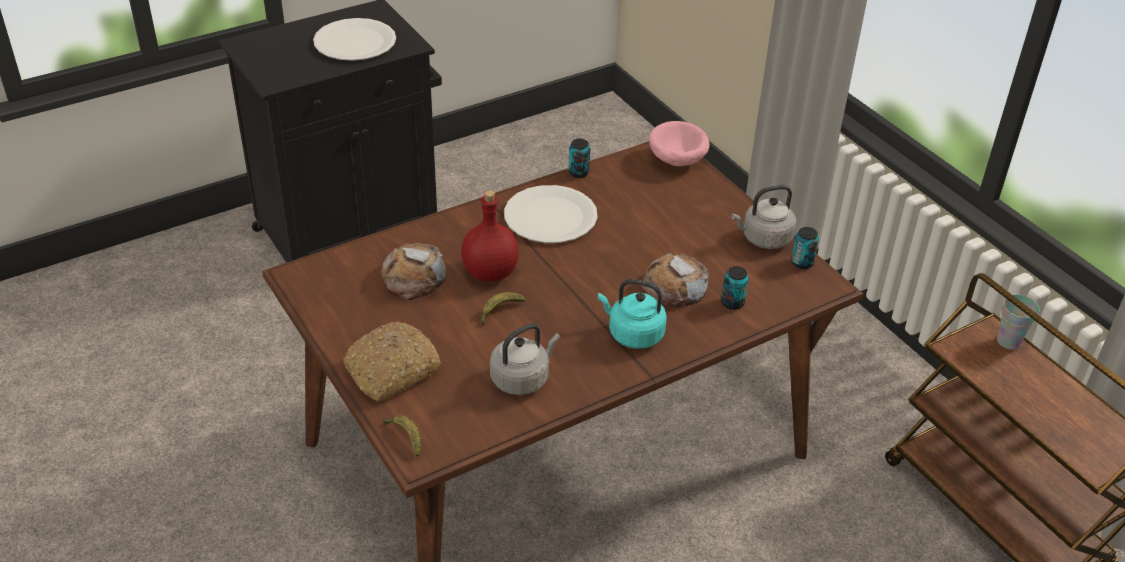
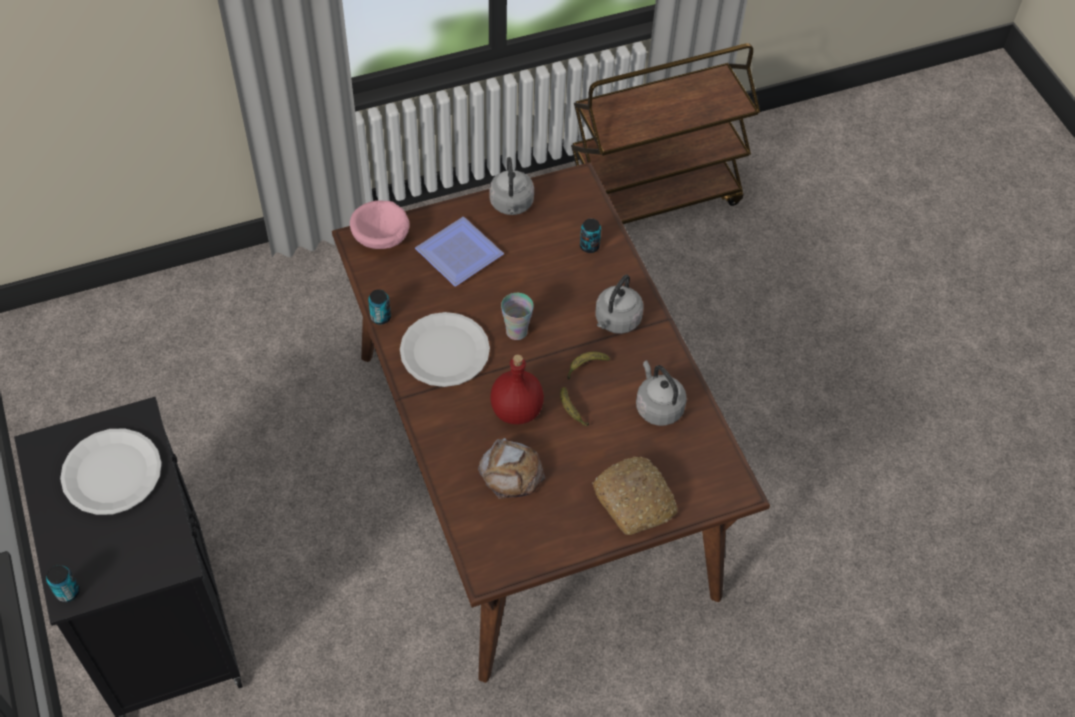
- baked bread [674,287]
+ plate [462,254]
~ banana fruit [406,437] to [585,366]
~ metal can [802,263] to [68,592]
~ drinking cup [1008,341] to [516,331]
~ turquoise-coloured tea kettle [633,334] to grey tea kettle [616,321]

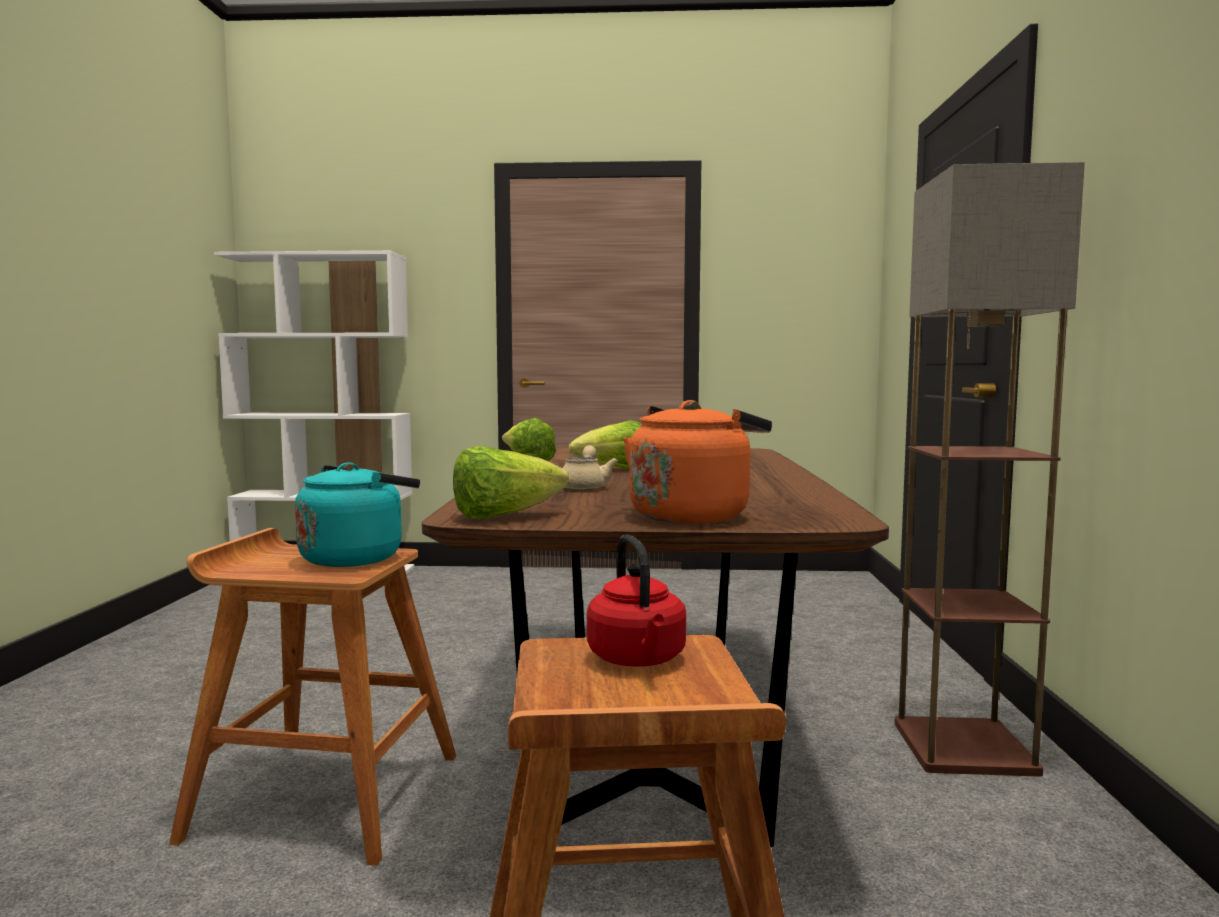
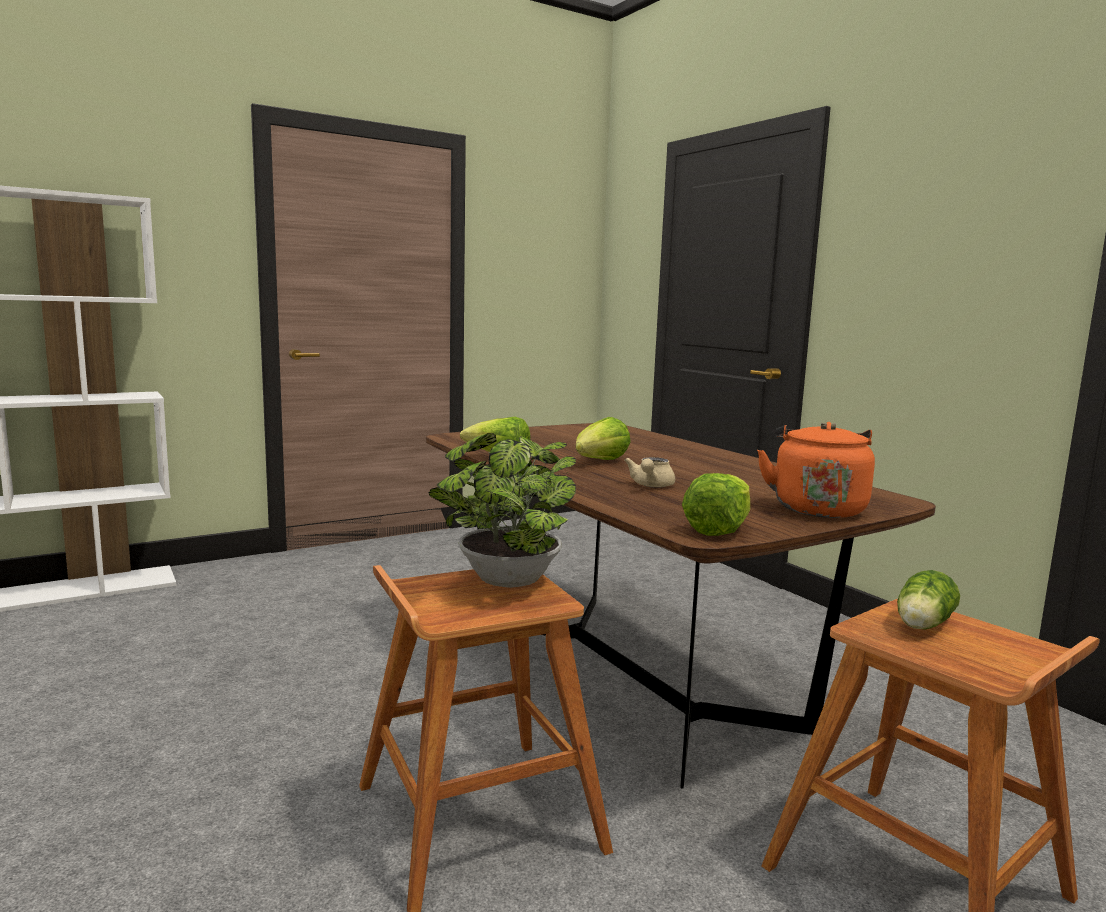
- floor lamp [962,748]
~ turquoise-coloured tea kettle [356,558] to plant in a pot [505,583]
~ red-coloured tea kettle [638,660] to head of lettuce [921,626]
~ sand-coloured teapot [585,486] = [650,486] 135 degrees counterclockwise

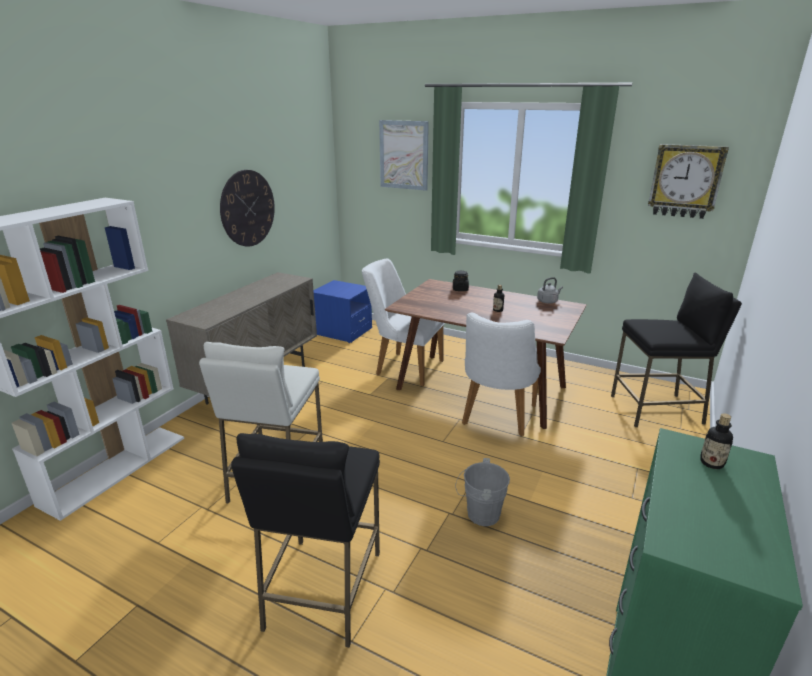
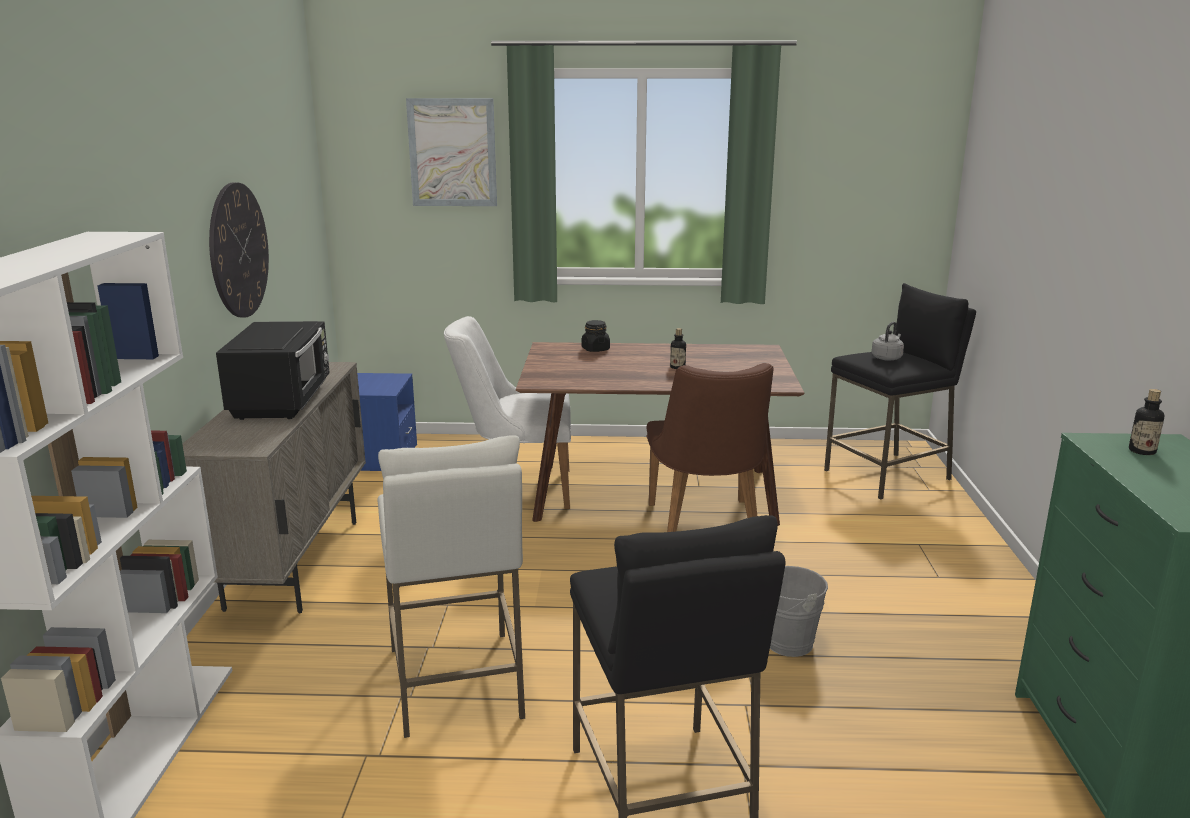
- wall clock [685,181]
+ black microwave oven [283,401]
~ grey tea kettle [548,301] to [887,358]
~ white upright chair [496,418] to brown-coloured upright chair [706,526]

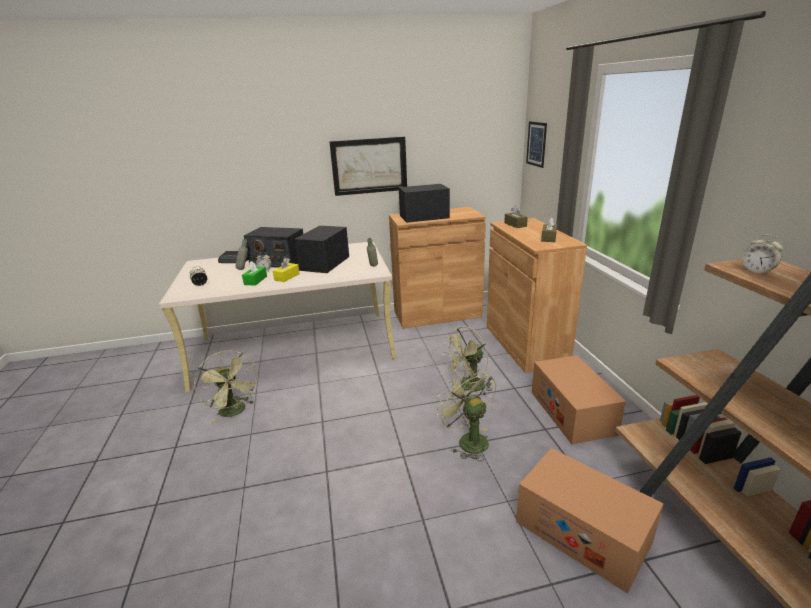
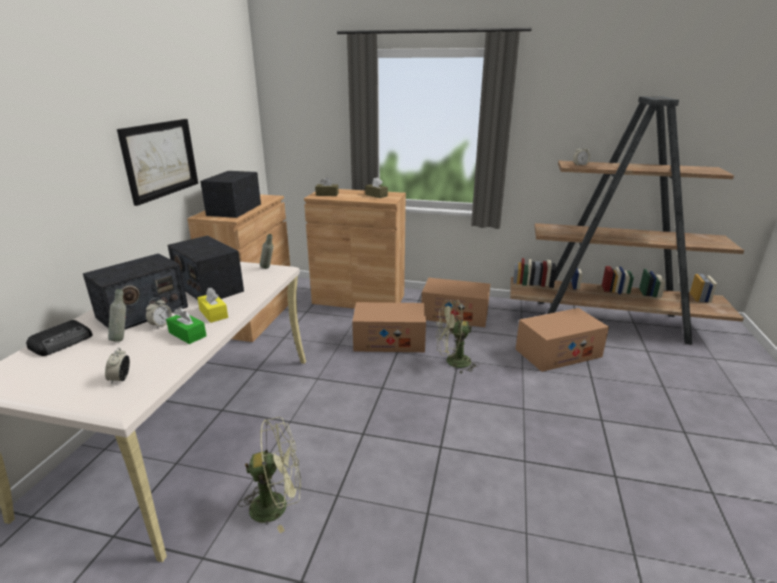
- wall art [536,144]
~ green cooling fan [468,387] to carton [389,340]

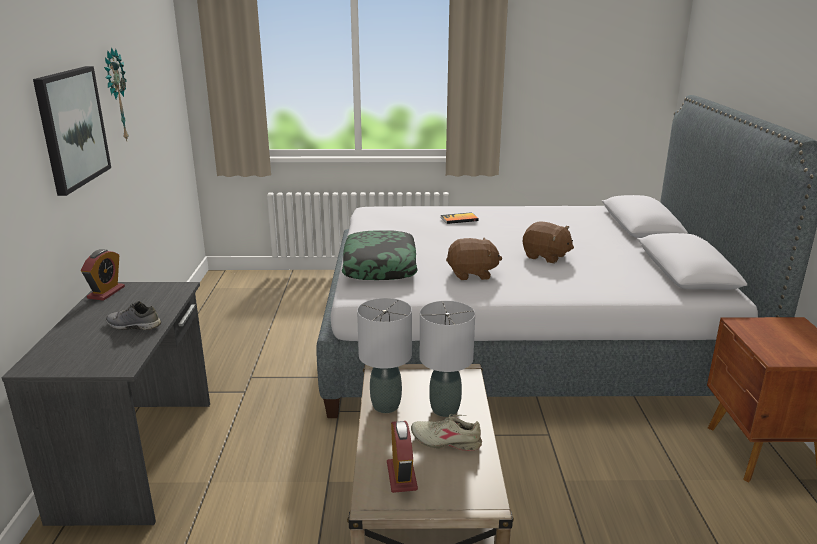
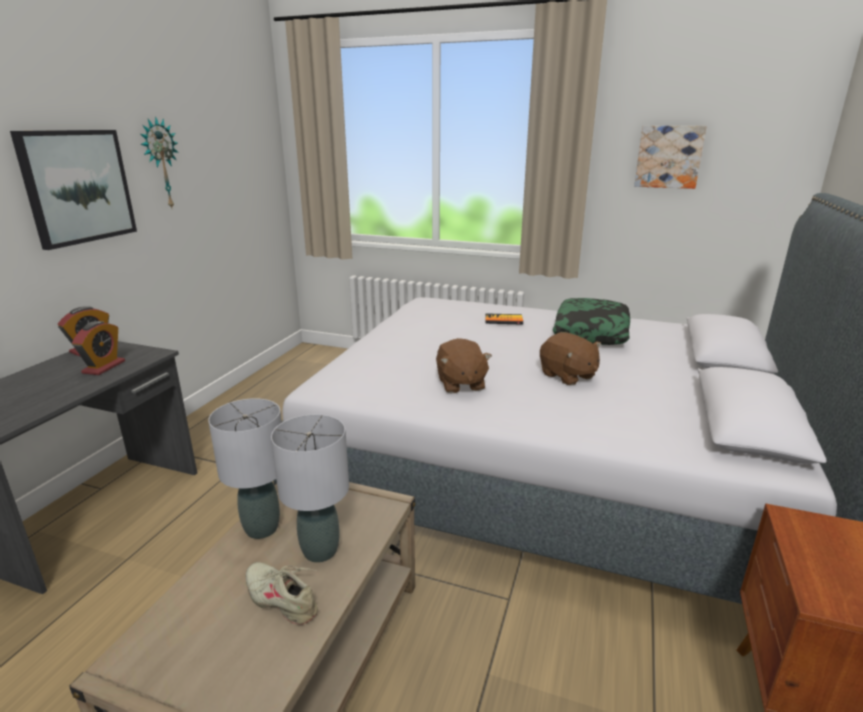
- grey low shoe [133,326]
+ wall art [668,157]
~ throw pillow [380,266] to [591,331]
~ alarm clock [401,476] to [104,367]
~ brown-coloured plush toy [472,274] = [460,384] 60 degrees clockwise

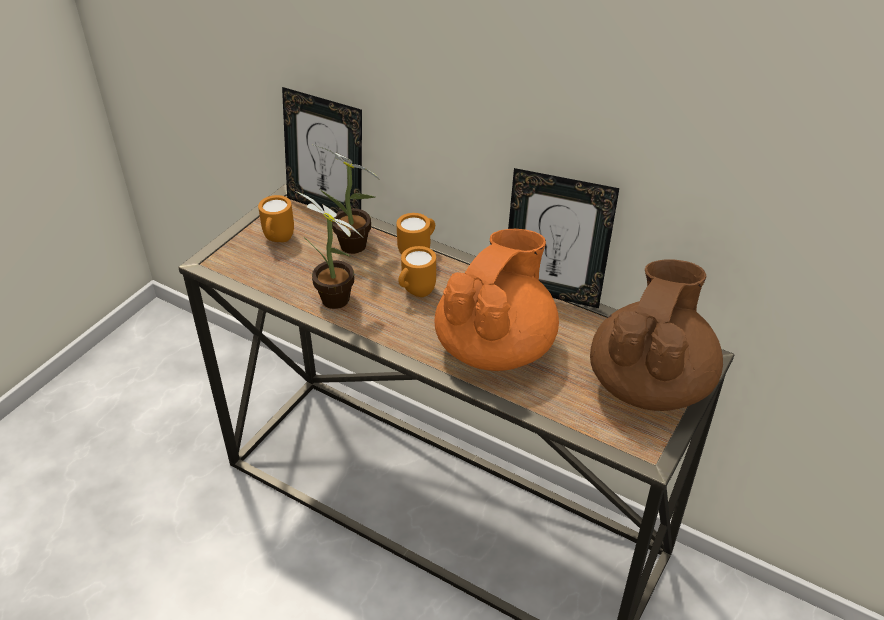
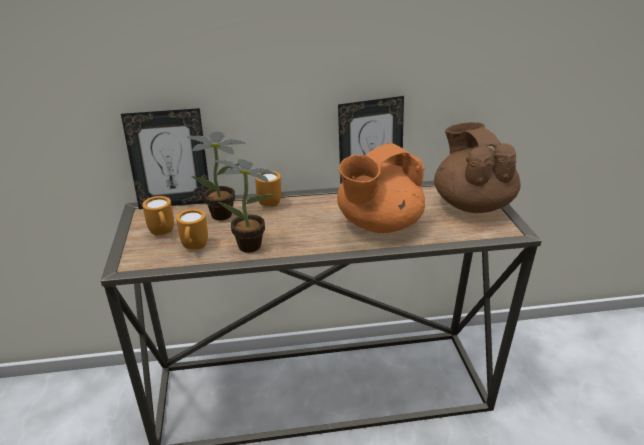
~ orangey tea mug [415,293] to [194,248]
~ orangey teapot [496,347] = [377,224] 120 degrees counterclockwise

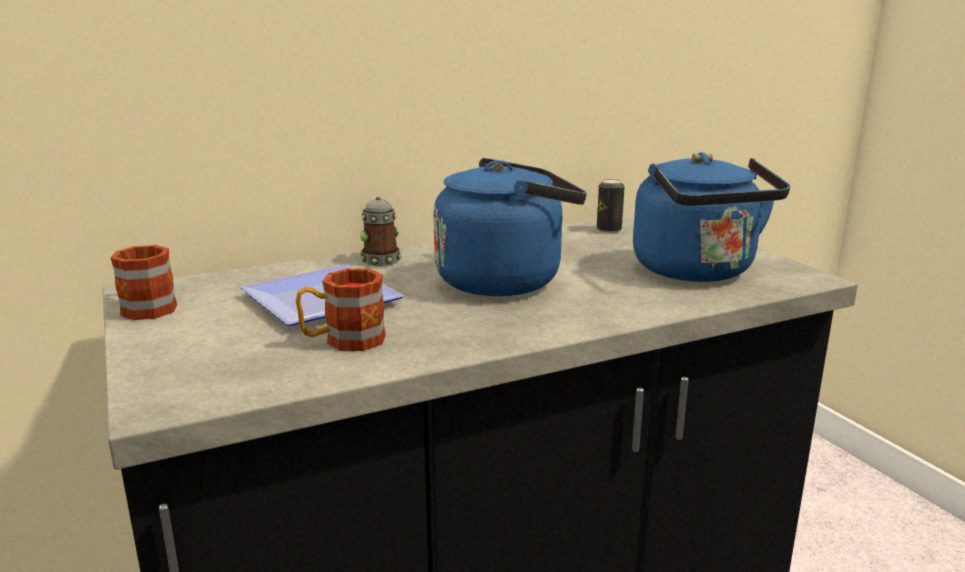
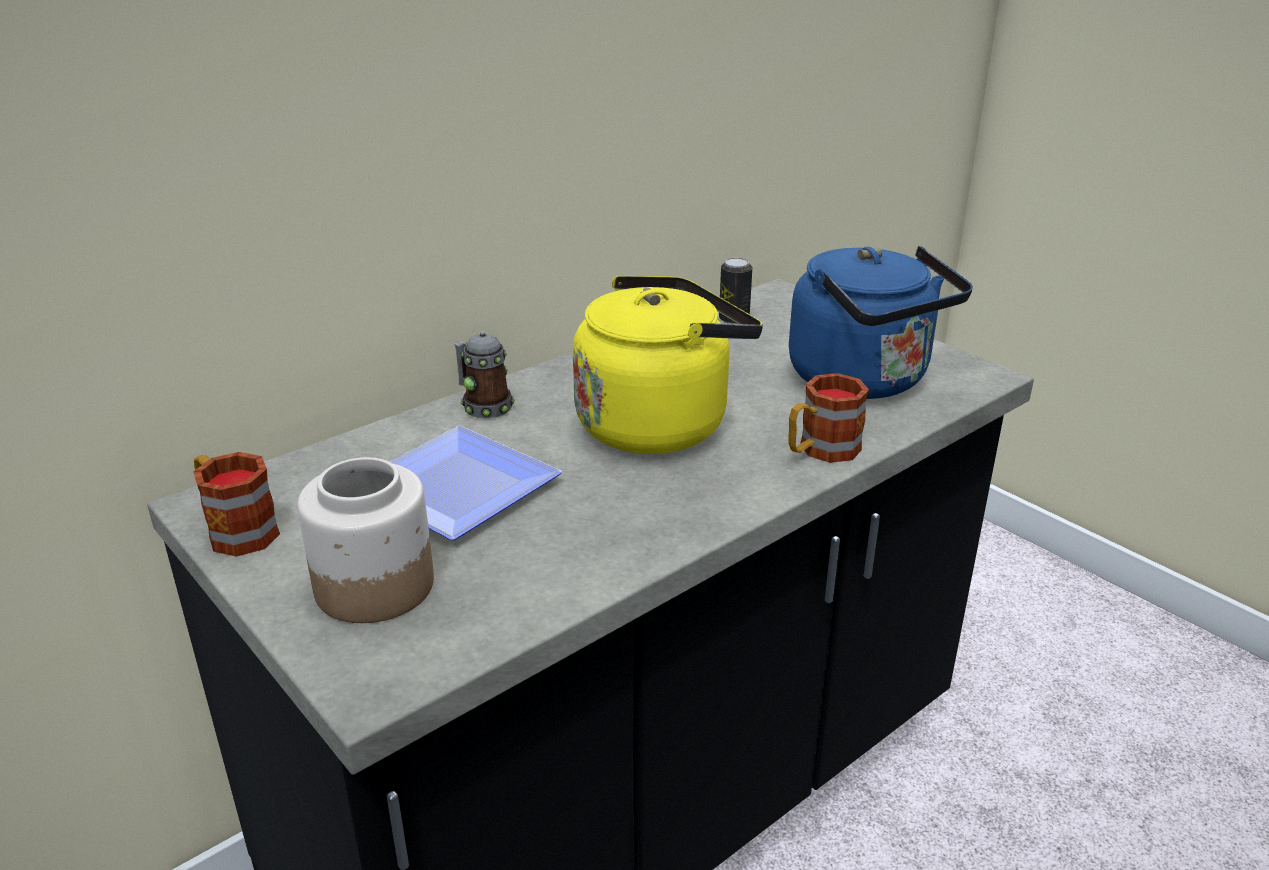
+ preserve jar [373,587]
~ tea mug [343,341] to [820,451]
~ blue tea kettle [506,280] to yellowish tea kettle [658,423]

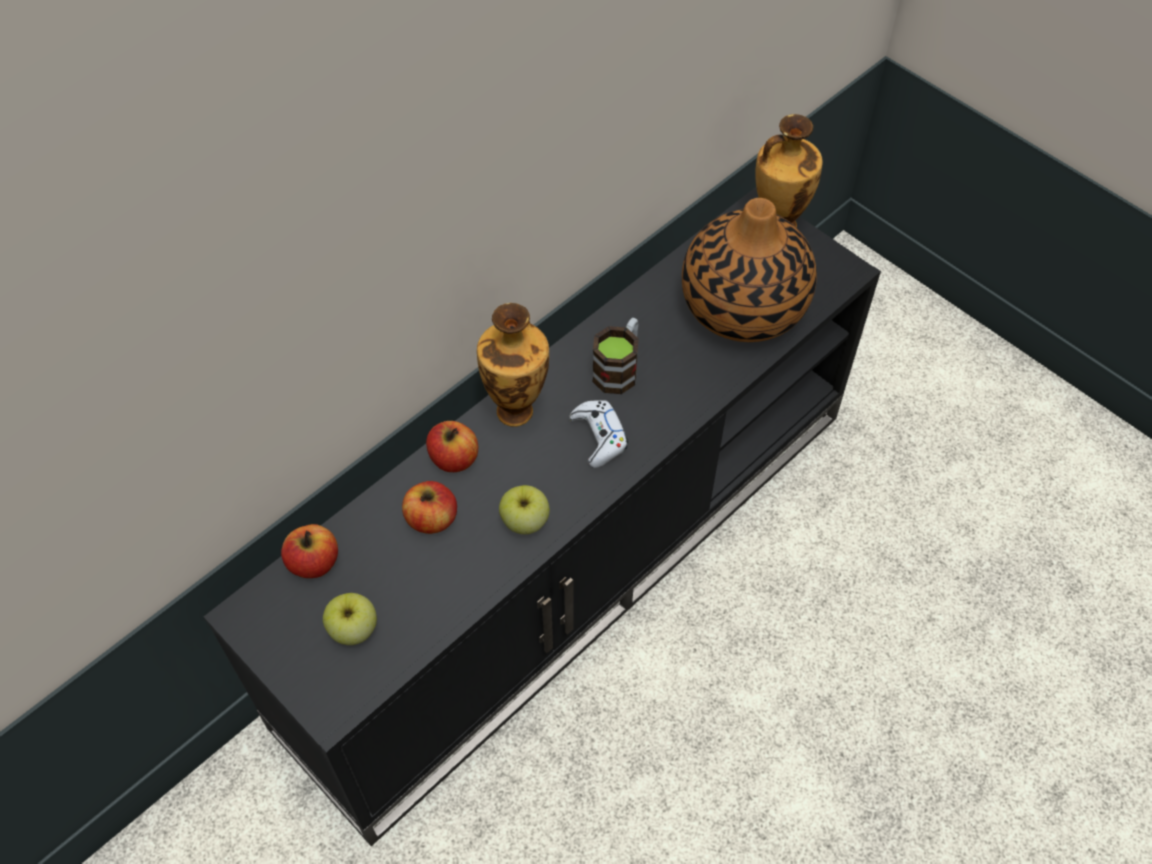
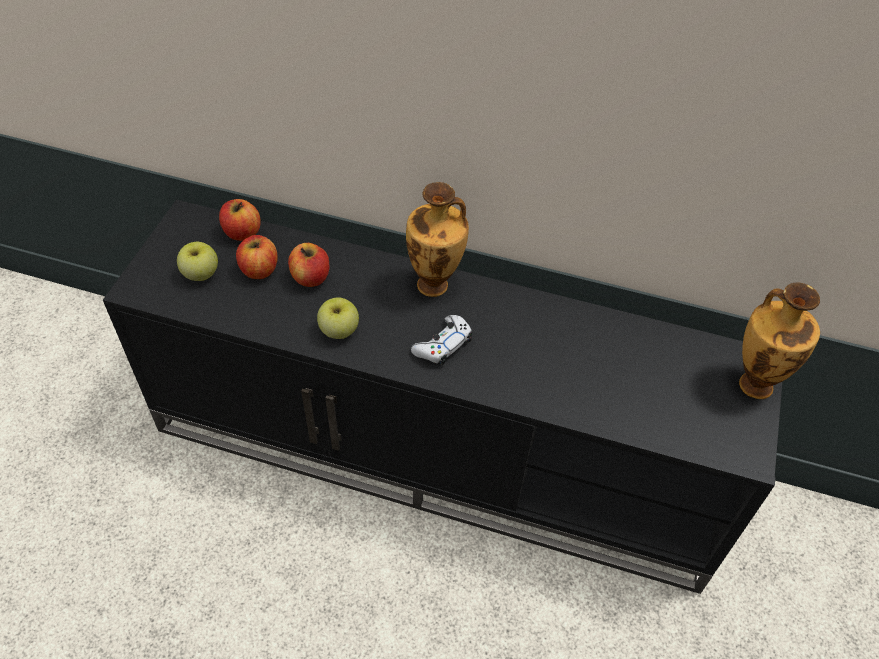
- tea mug [619,368]
- flower vase [744,306]
~ apple [454,459] to [259,270]

